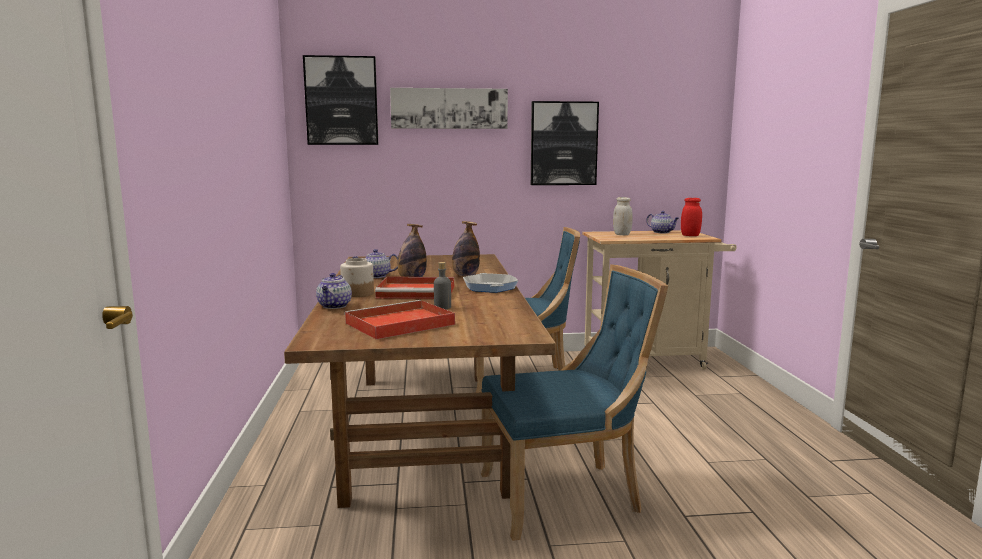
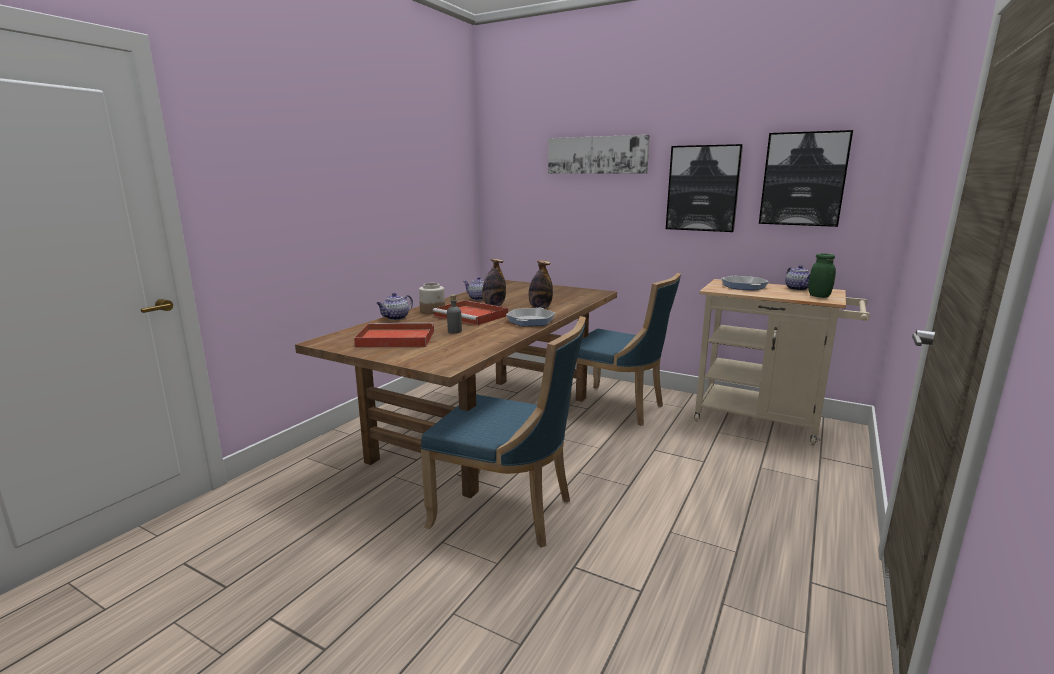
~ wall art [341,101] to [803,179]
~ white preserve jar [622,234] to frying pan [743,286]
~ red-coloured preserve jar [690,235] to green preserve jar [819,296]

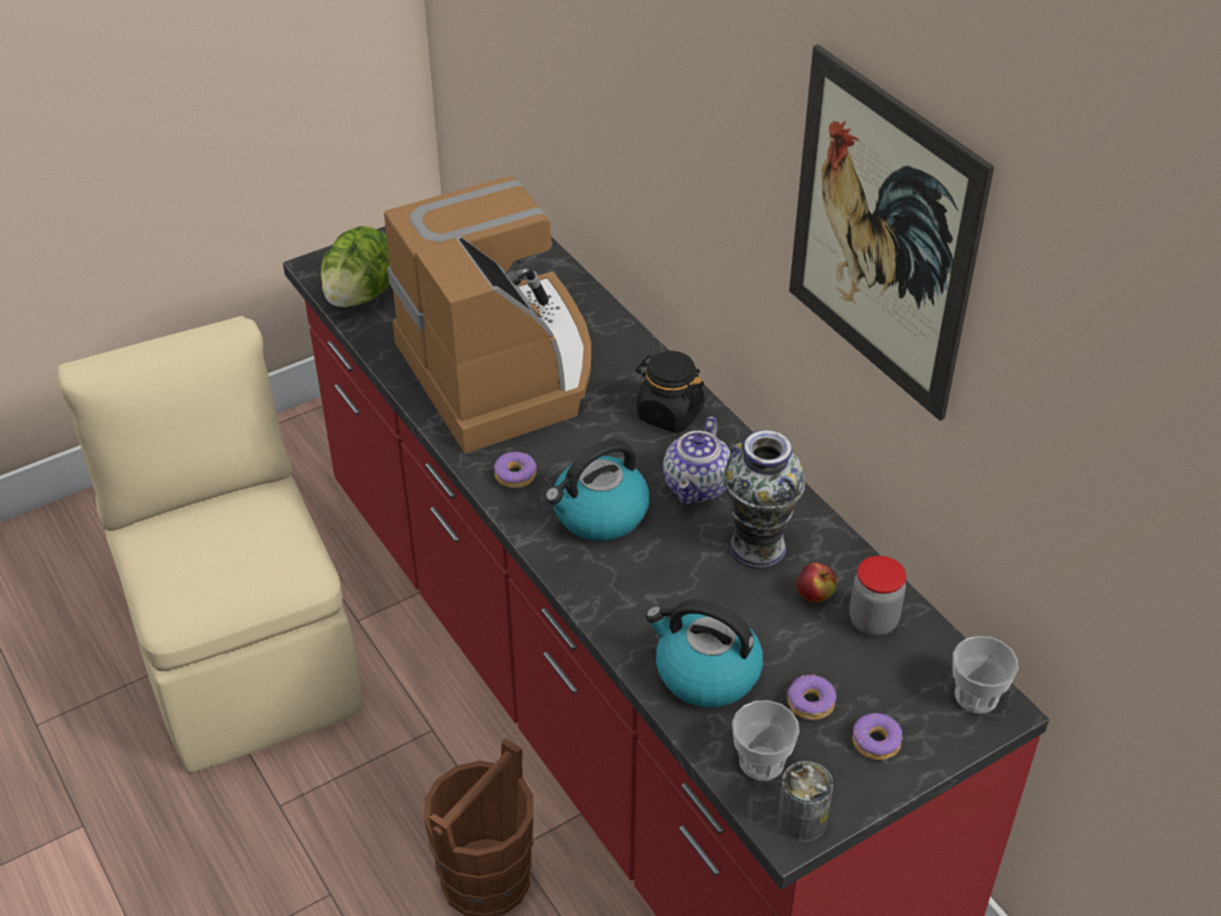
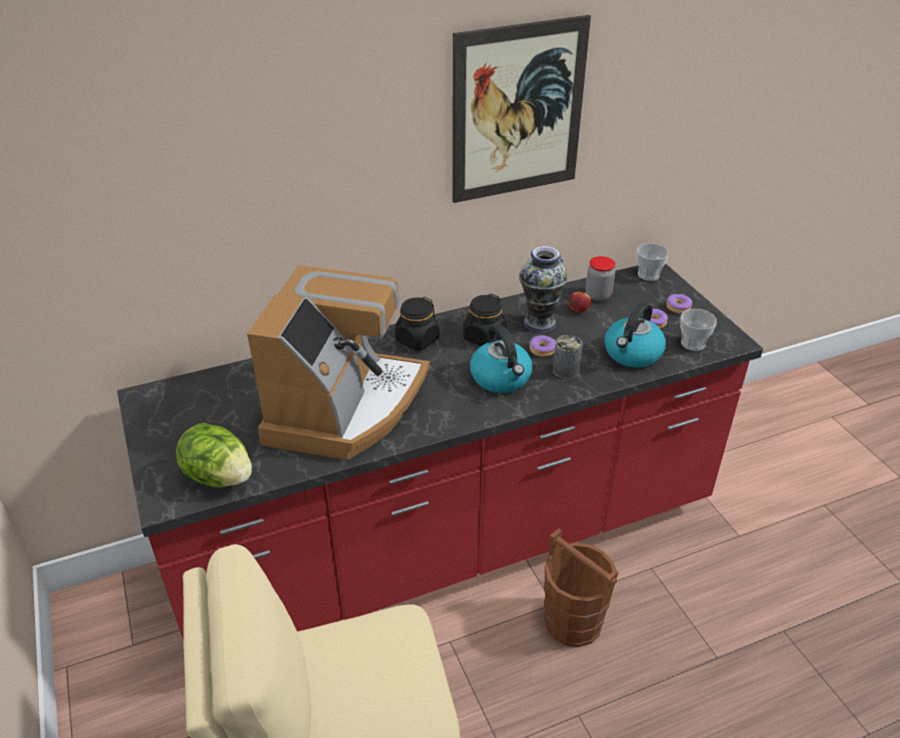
~ ring doughnut [516,475] to [542,350]
~ metal can [802,820] to [566,370]
~ teapot [698,485] to black preserve jar [484,337]
~ coffee brewer [502,369] = [345,407] 120 degrees clockwise

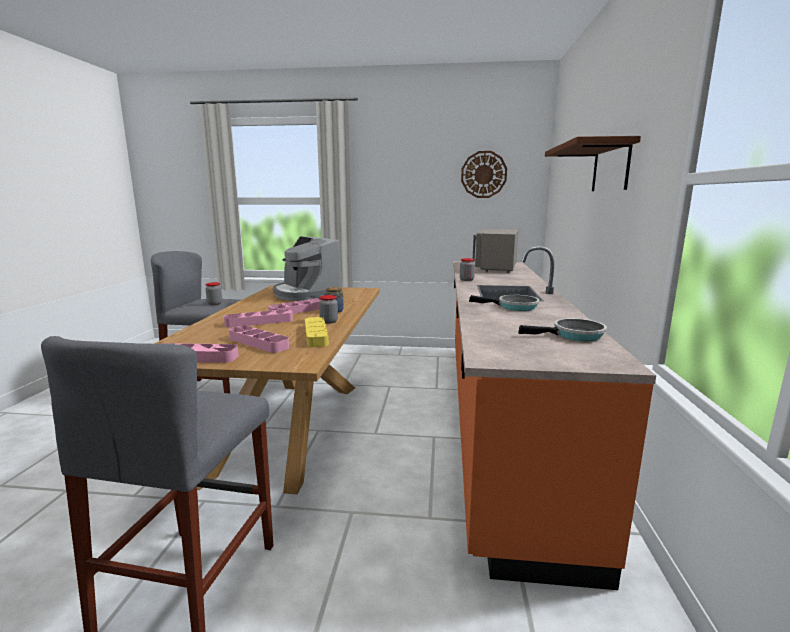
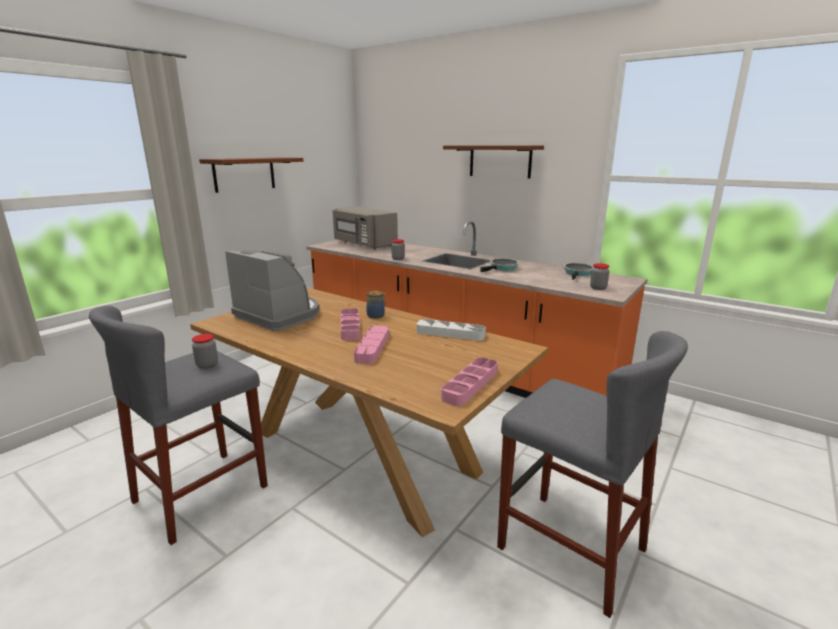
- pink-coloured tray [258,343]
- wall clock [483,174]
+ brown-coloured wall shelf [244,174]
~ preserve jar [329,321] to [598,288]
~ yellowish tray [316,335] to white tray [450,333]
~ coffee brewer [305,294] = [279,315] 135 degrees counterclockwise

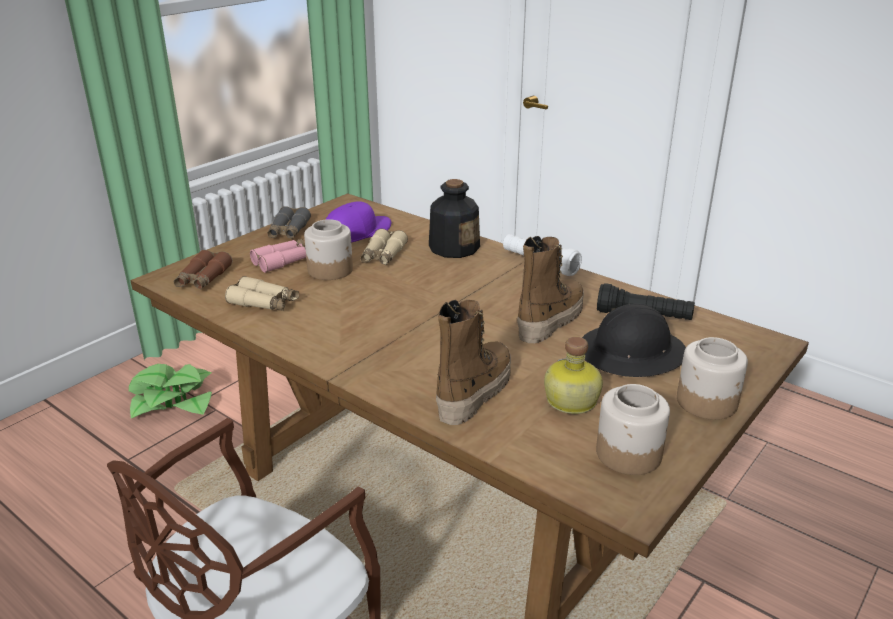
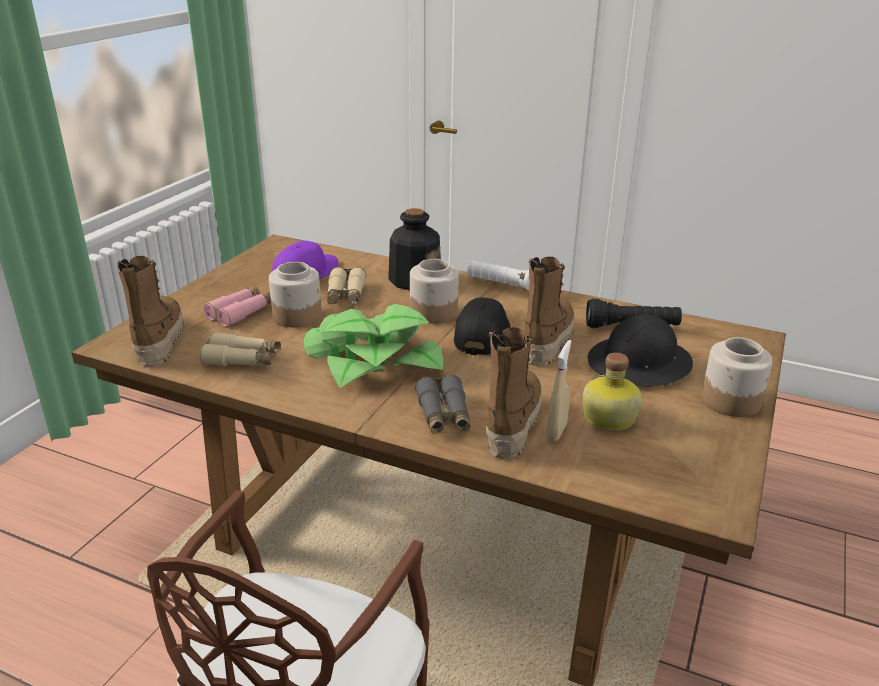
+ black peaked cap [482,335]
+ sand-coloured spray bottle [556,432]
~ plant in a pot [173,399] to [372,360]
~ grey binoculars [288,231] to [444,415]
~ preserve jar [629,454] to [434,312]
~ brown-coloured binoculars [203,278] to boot [159,341]

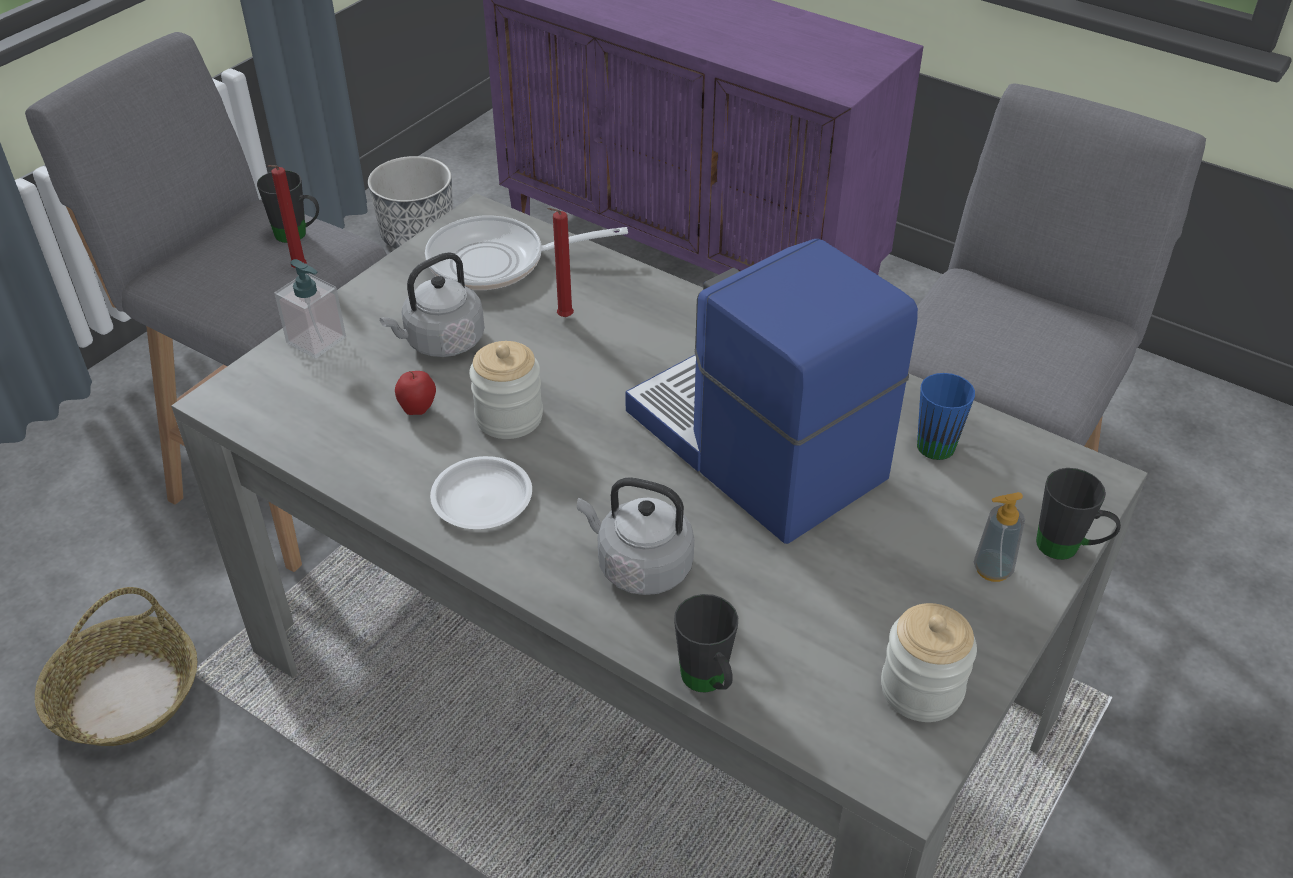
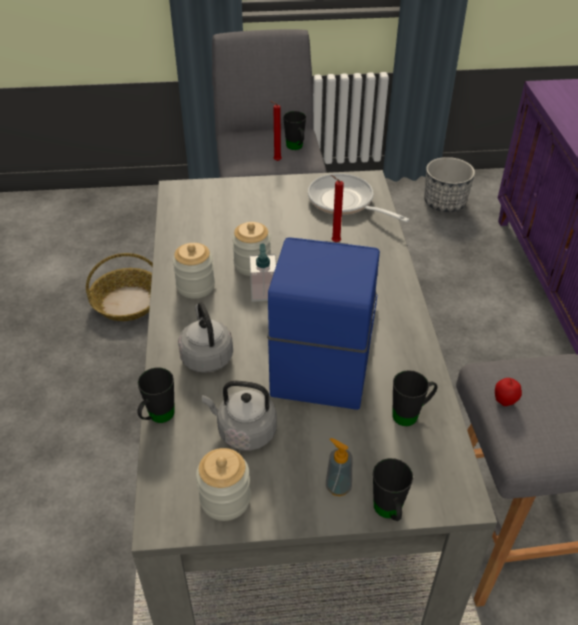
~ soap bottle [316,340] to [264,292]
~ grey tea kettle [441,342] to [244,431]
~ apple [418,410] to [504,402]
~ white plate [481,499] to preserve jar [195,286]
~ blue tea mug [937,439] to black tea mug [411,414]

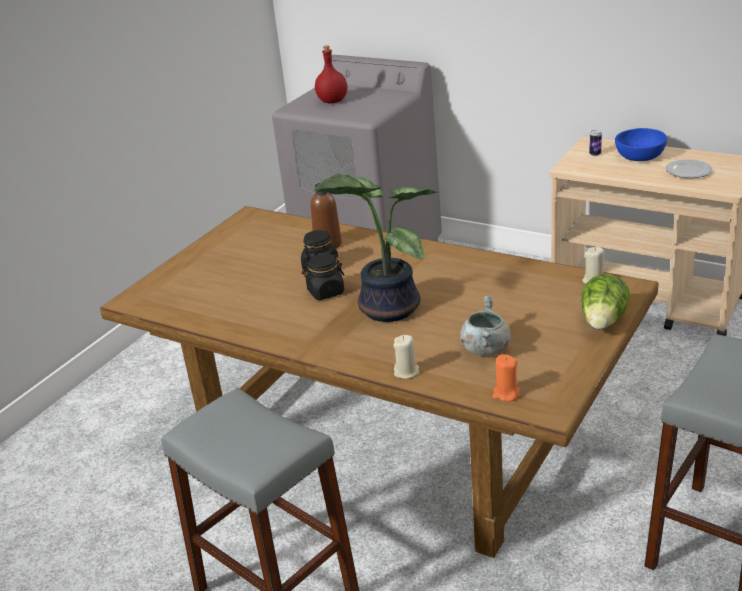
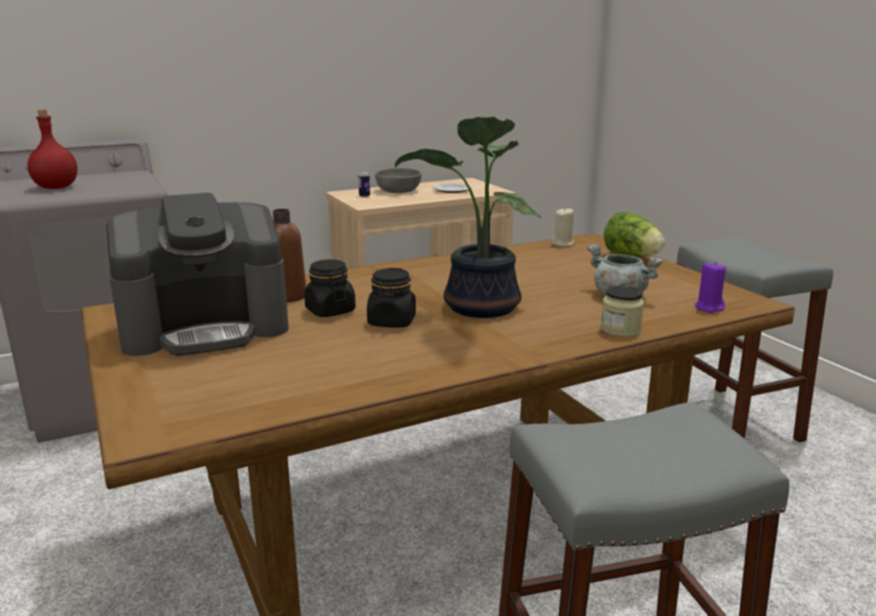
+ coffee brewer [206,327]
~ sand-coloured wax candle [406,372] to preserve jar [620,330]
~ orangey wax candle [506,394] to purple wax candle [709,308]
~ blue serving bowl [639,156] to grey serving bowl [398,191]

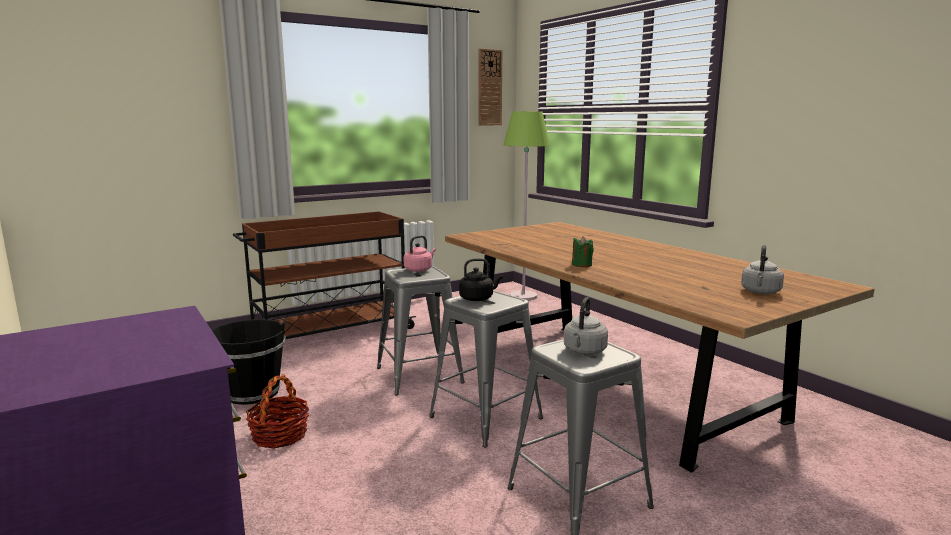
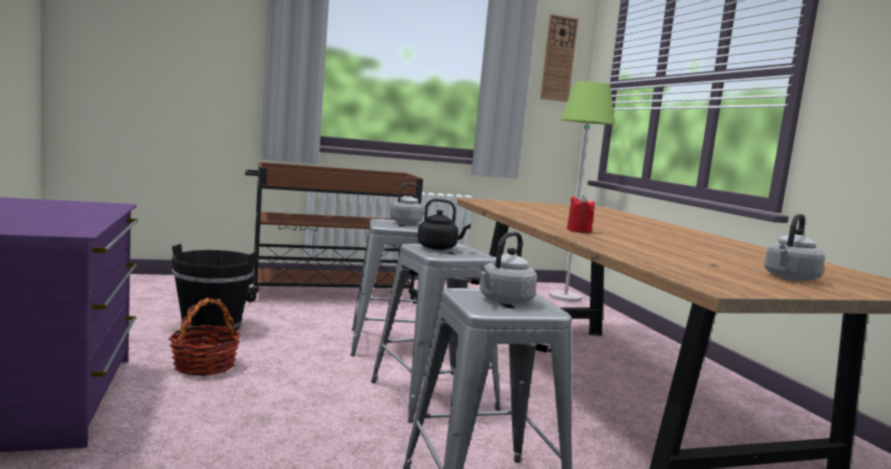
~ pink-coloured tea kettle [419,269] to grey tea kettle [408,223]
~ green wax candle [581,265] to red-coloured wax candle [579,231]

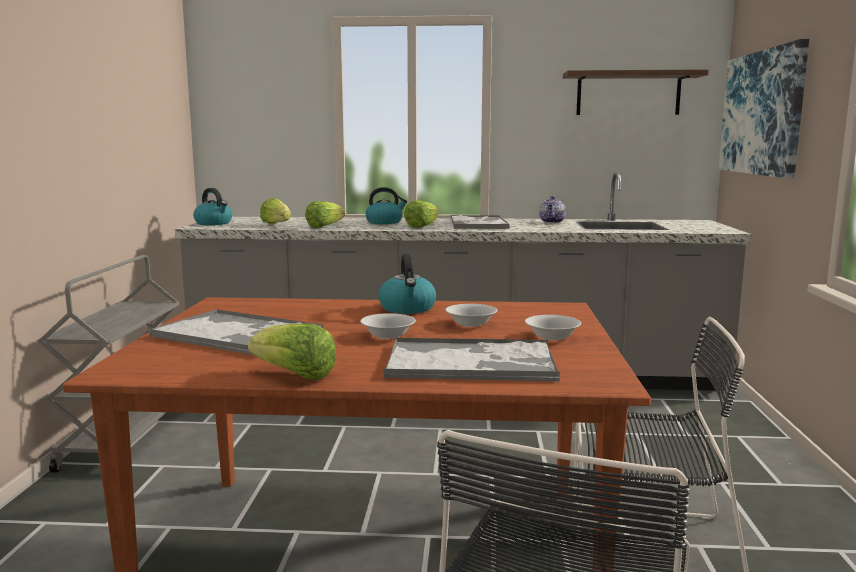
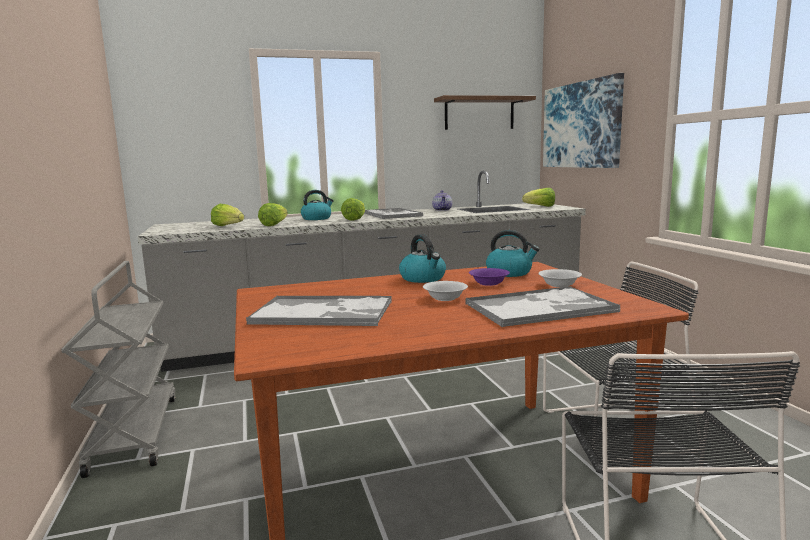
~ tea kettle [214,223] to [510,273]
~ head of lettuce [295,375] to [540,206]
~ white serving bowl [471,324] to purple serving bowl [489,283]

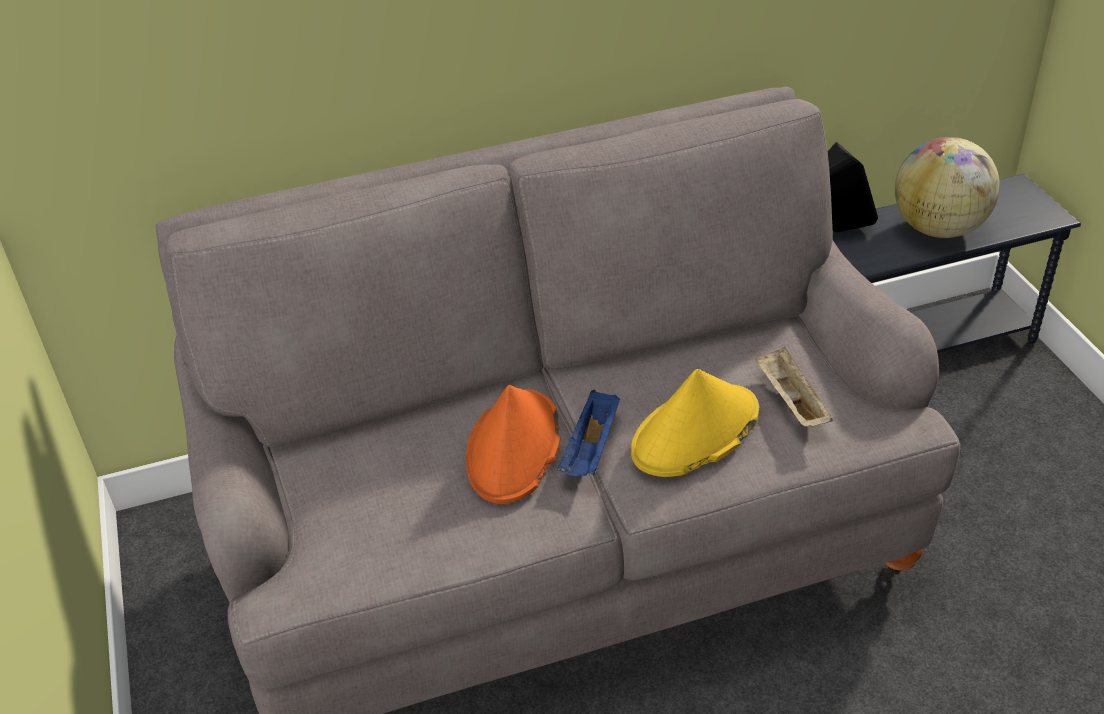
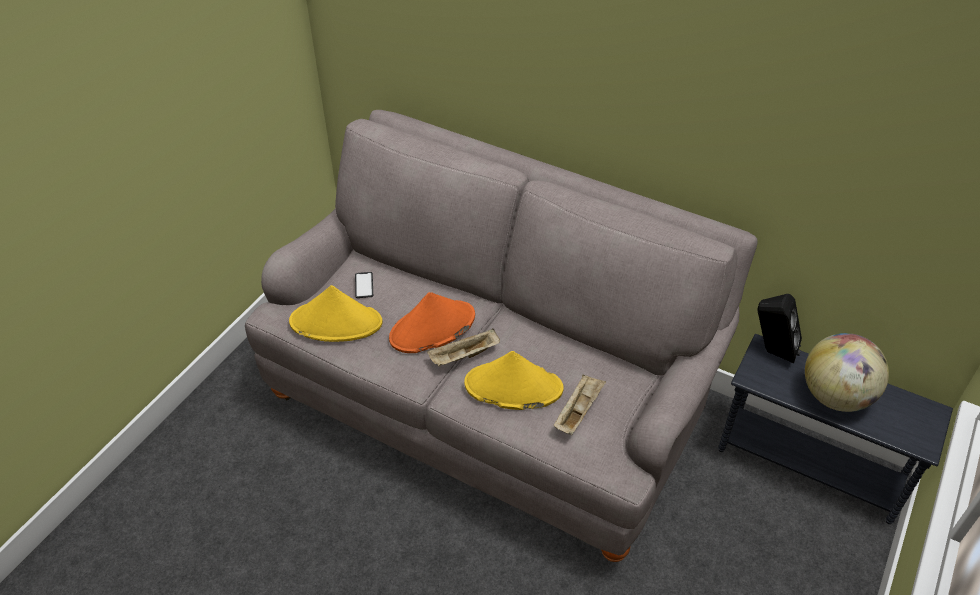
+ yellowish wearable hat [336,322]
+ phone [364,285]
~ blue tray [591,449] to sand-coloured tray [464,356]

